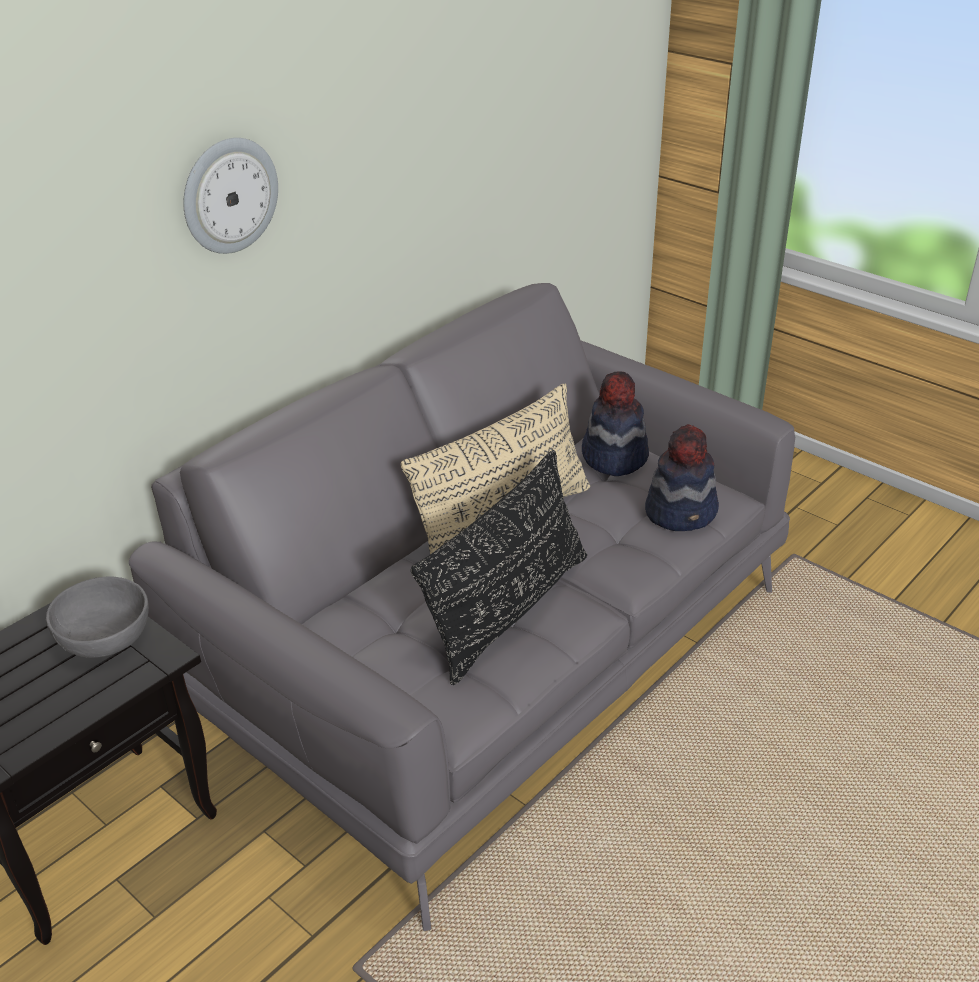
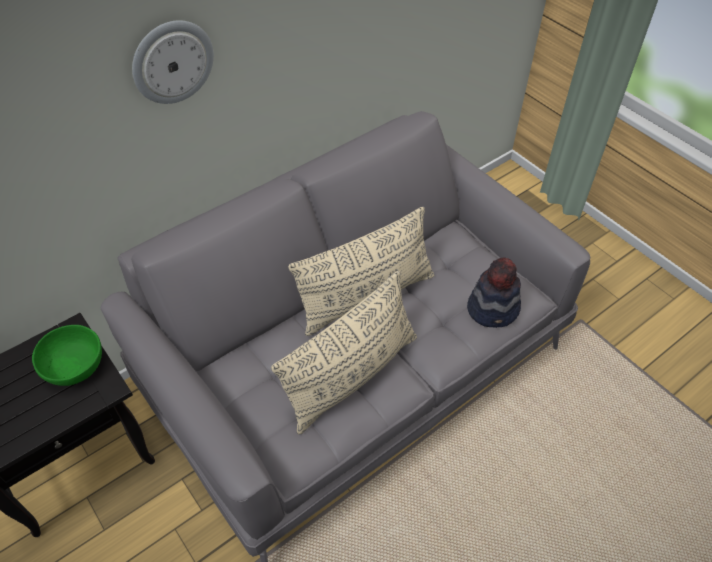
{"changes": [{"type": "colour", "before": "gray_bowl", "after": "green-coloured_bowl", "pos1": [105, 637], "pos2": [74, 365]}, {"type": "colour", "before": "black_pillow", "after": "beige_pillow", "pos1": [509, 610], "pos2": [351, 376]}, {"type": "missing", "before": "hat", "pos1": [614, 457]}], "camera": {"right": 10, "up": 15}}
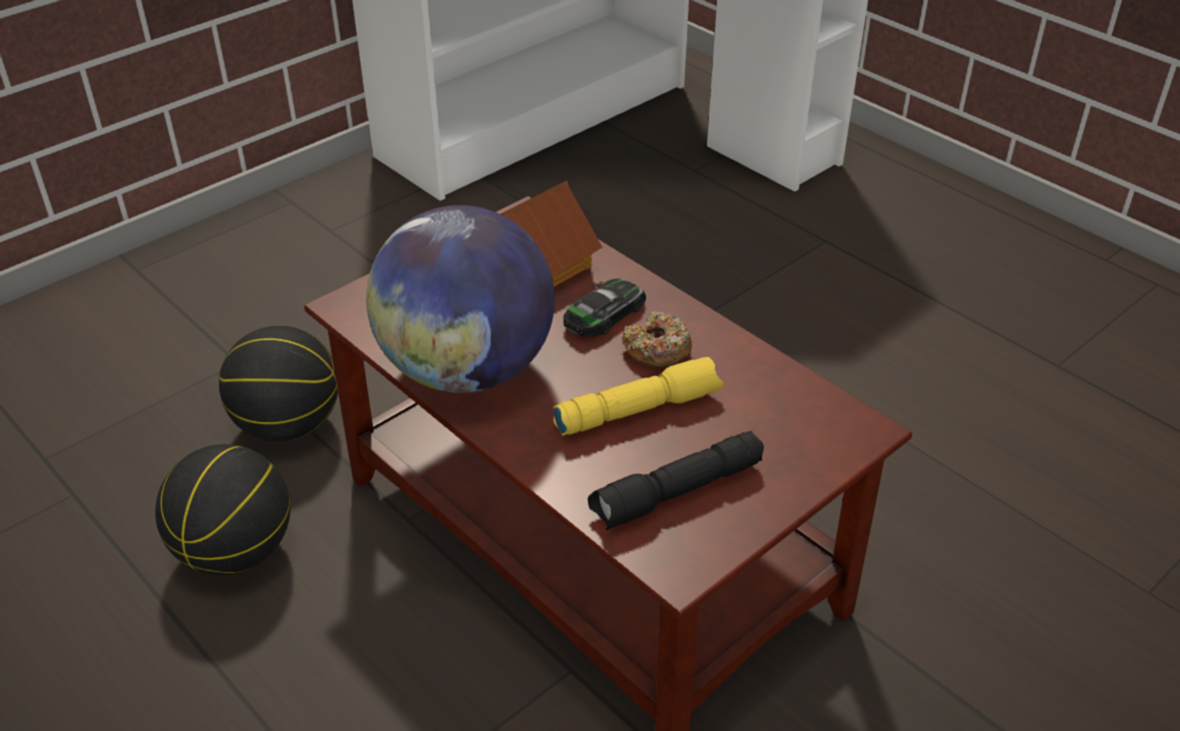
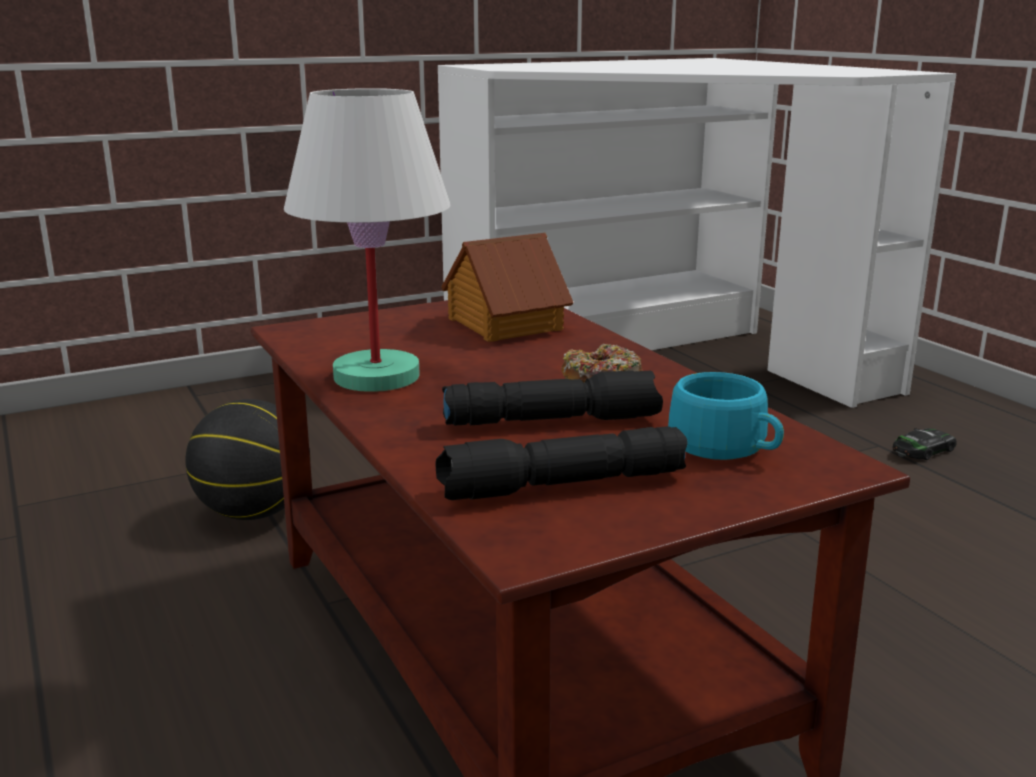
{"changes": [{"type": "exchanged", "before": "desk_globe", "after": "whitish_lamp_for_a_table", "pos1": [467, 370], "pos2": [378, 377]}, {"type": "colour", "before": "yellowish_torch", "after": "black_torch", "pos1": [638, 409], "pos2": [553, 420]}, {"type": "appeared", "after": "blue-green_cup", "pos2": [726, 448]}, {"type": "relocated", "before": "miniature_car", "pos1": [604, 314], "pos2": [923, 450]}, {"type": "missing", "before": "basketball", "pos1": [235, 552]}], "camera": {"right": 15, "up": -20}}
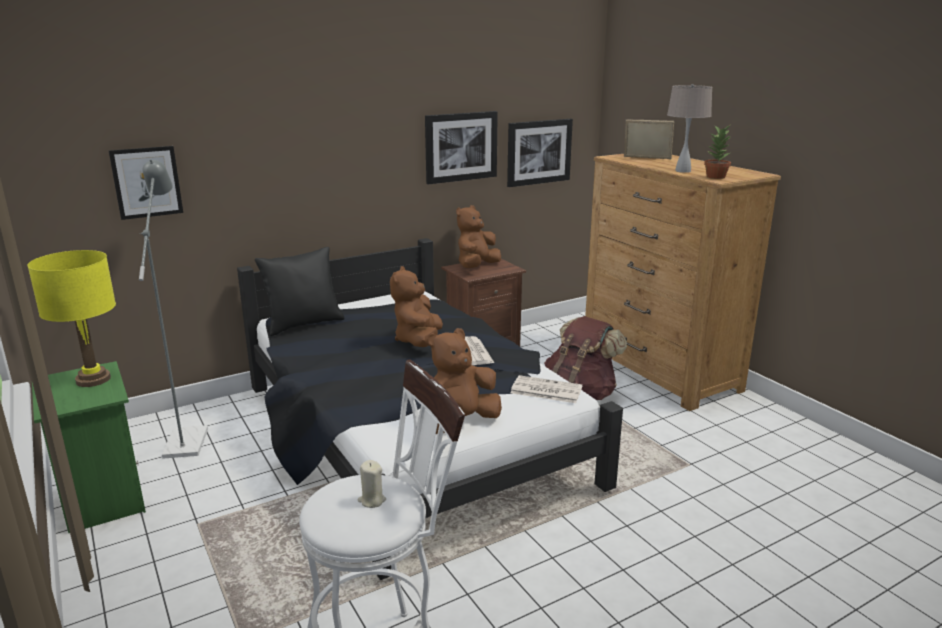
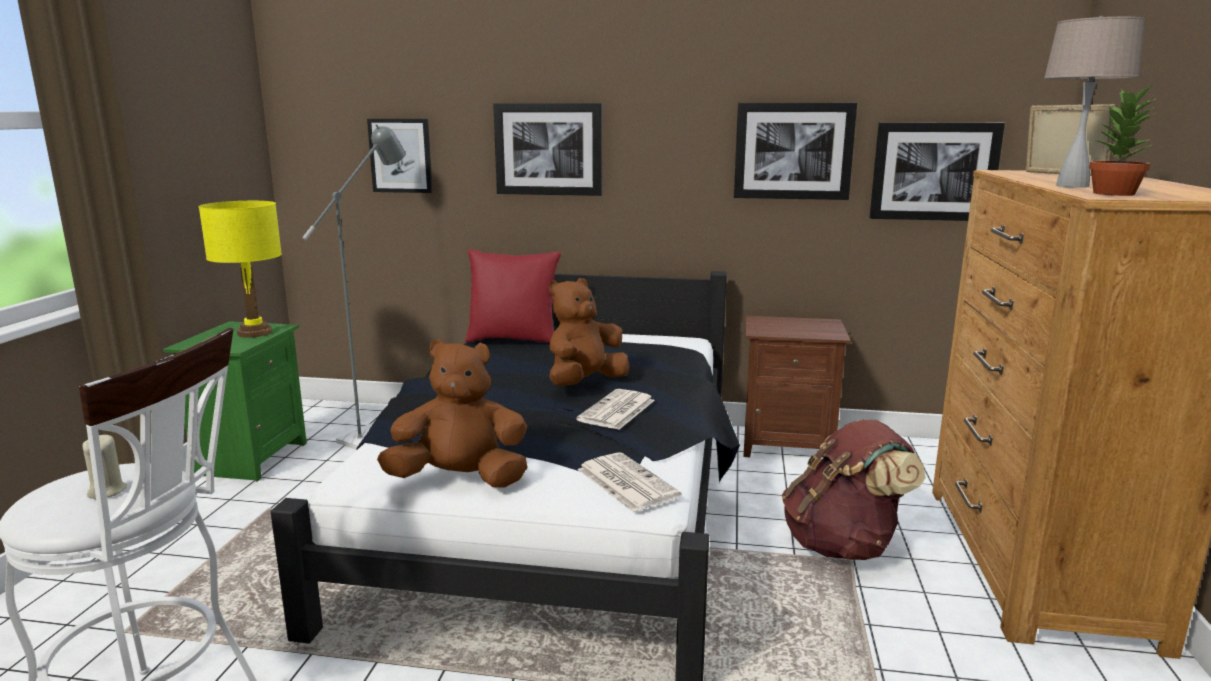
{"changes": [{"type": "colour", "before": "black_pillow", "after": "red_pillow", "pos1": [304, 324], "pos2": [513, 339]}, {"type": "appeared", "after": "wall_art", "pos2": [548, 149]}, {"type": "missing", "before": "brown_plush_toy", "pos1": [476, 267]}], "camera": {"right": 40, "up": -5}}
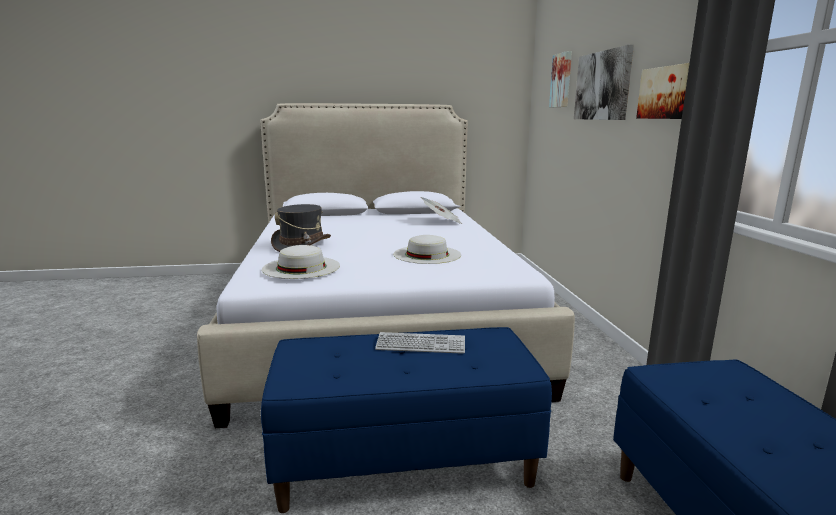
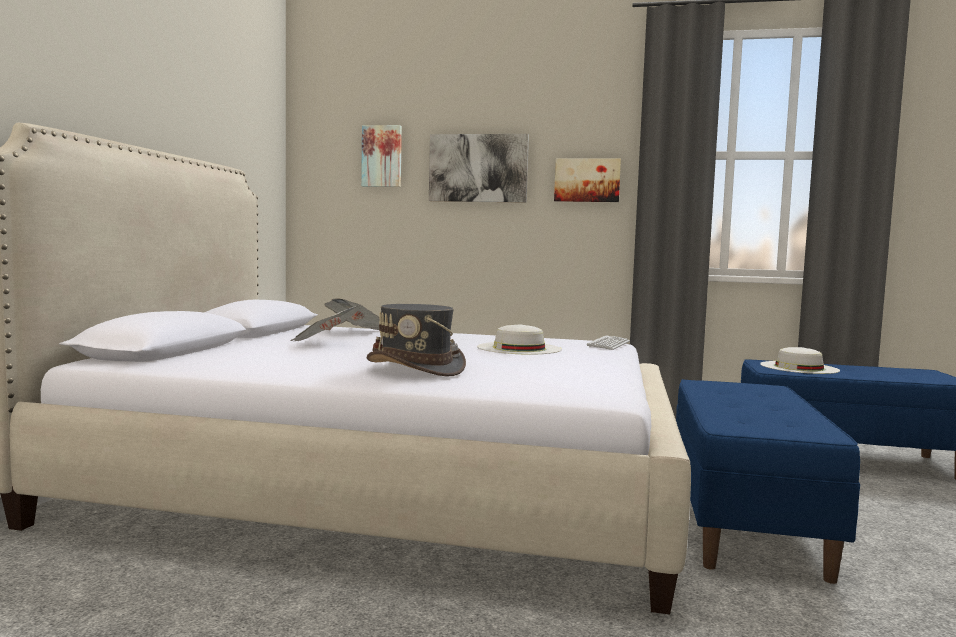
{"changes": [{"type": "appeared", "after": "printed_paper", "pos2": [325, 343]}, {"type": "relocated", "before": "PC_keyboard", "pos1": [420, 344], "pos2": [609, 344]}, {"type": "relocated", "before": "whitish_hat", "pos1": [301, 267], "pos2": [799, 367]}], "camera": {"right": -70, "up": -10}}
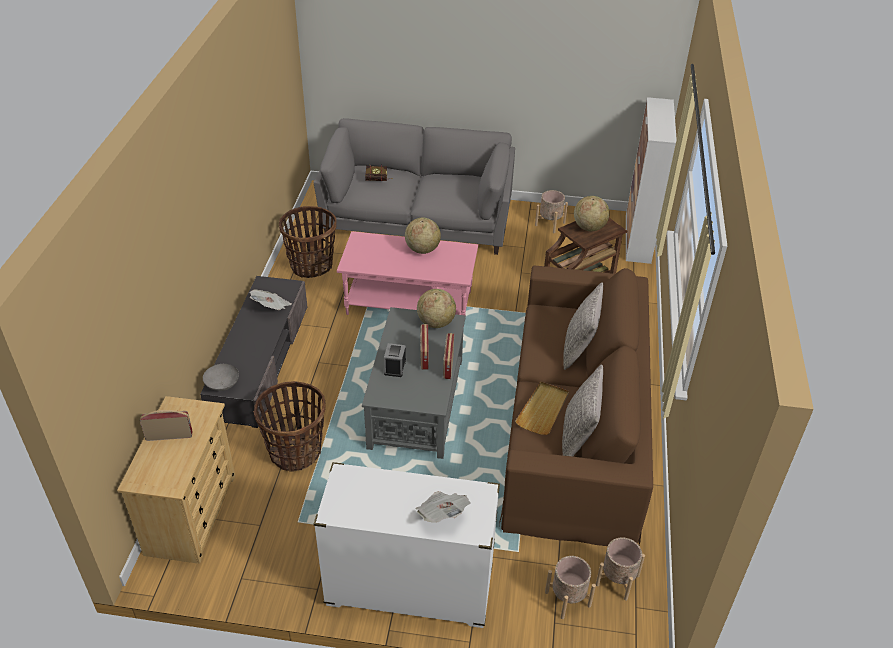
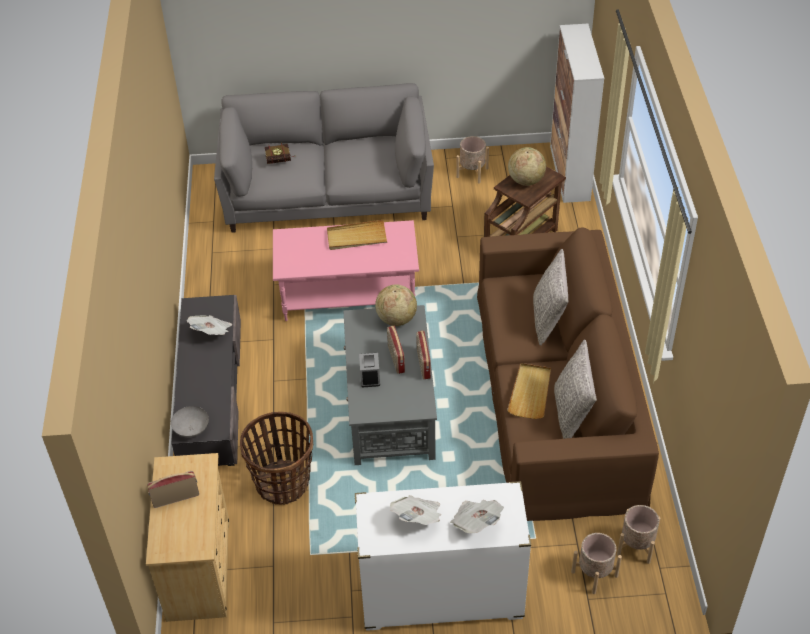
{"changes": [{"type": "exchanged", "before": "desk_globe", "after": "beige_serving_tray", "pos1": [422, 249], "pos2": [356, 237]}, {"type": "appeared", "after": "printed_paper", "pos2": [418, 517]}, {"type": "missing", "before": "household_basket", "pos1": [311, 266]}], "camera": {"right": -10, "up": 5}}
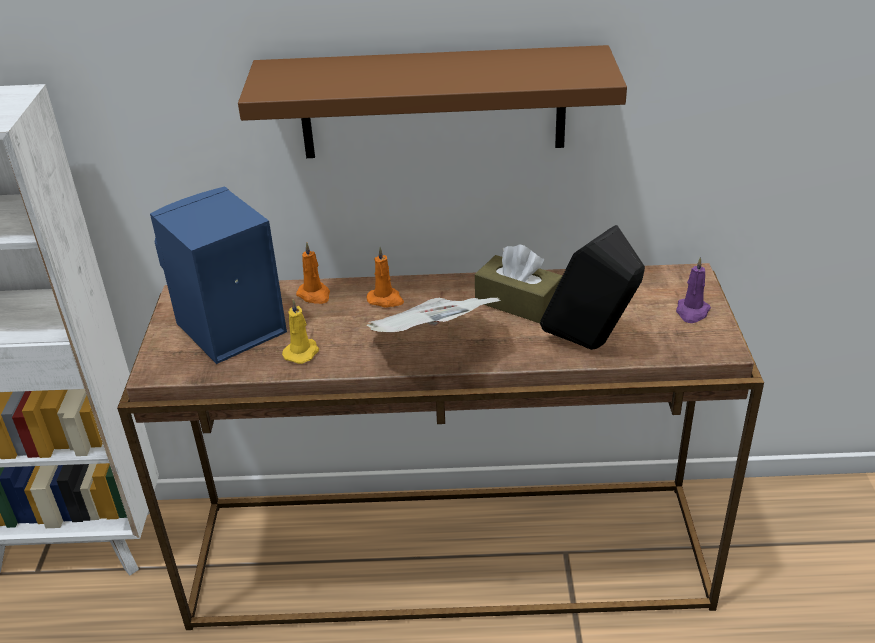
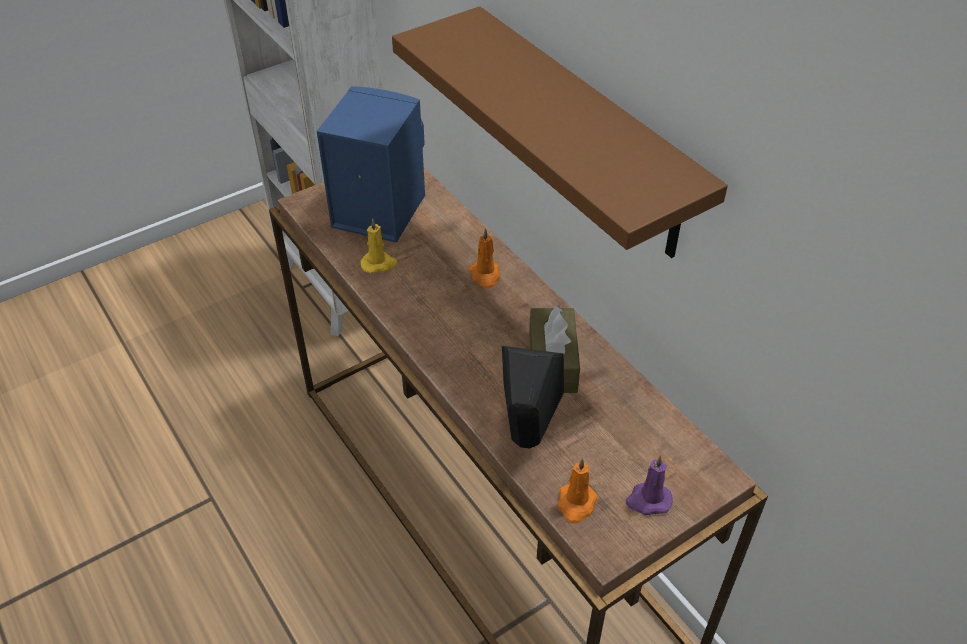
{"changes": [{"type": "relocated", "before": "orange-coloured_wax_candle", "pos1": [314, 295], "pos2": [576, 504]}, {"type": "missing", "before": "printed_paper", "pos1": [433, 342]}], "camera": {"right": 55, "up": 10}}
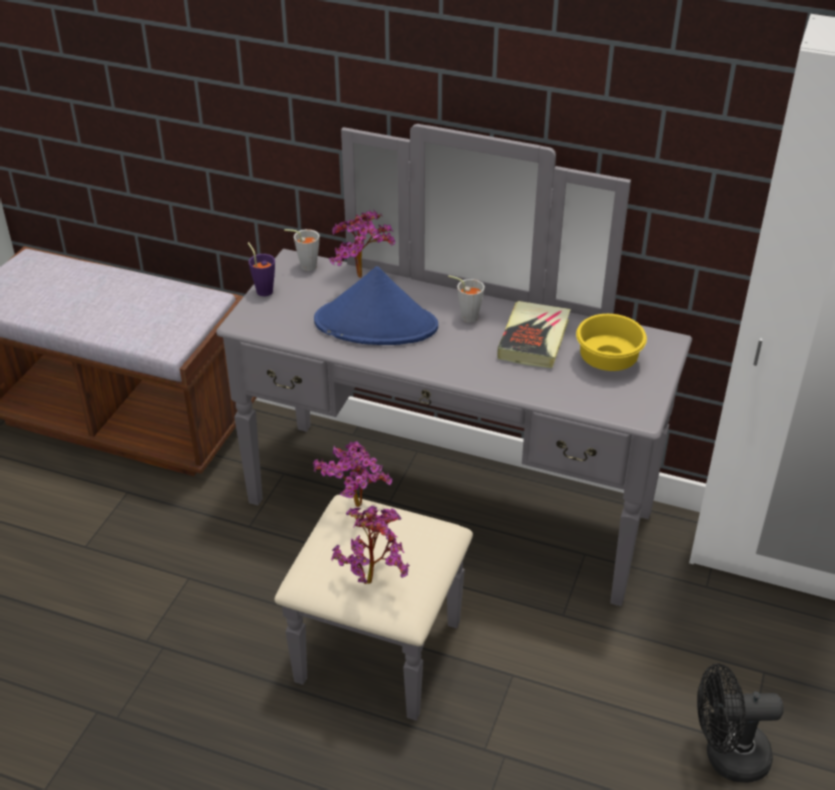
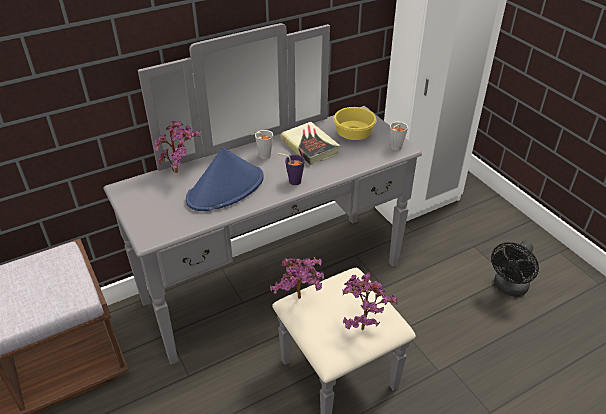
{"changes": [{"type": "relocated", "before": "purplish_cup", "pos1": [263, 289], "pos2": [292, 181]}, {"type": "relocated", "before": "gray_cup", "pos1": [304, 266], "pos2": [394, 148]}], "camera": {"right": -50, "up": 0}}
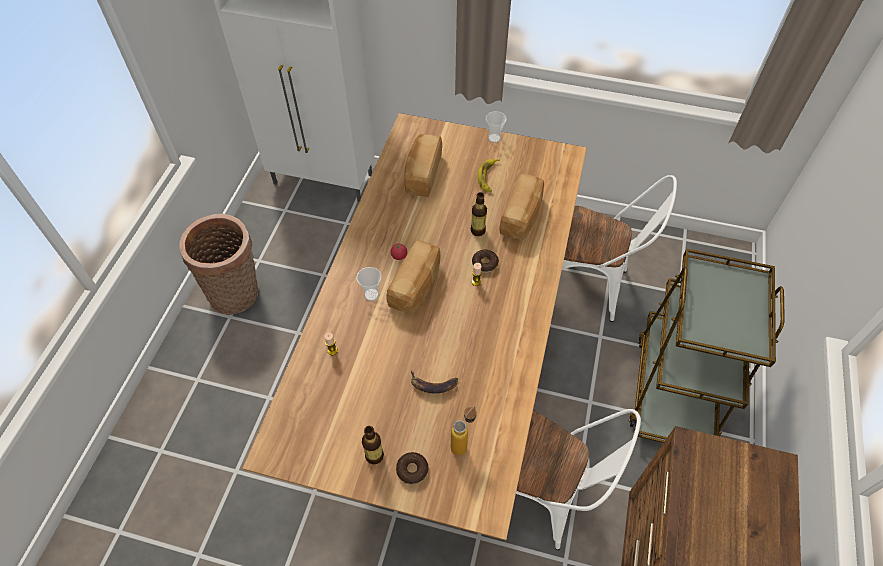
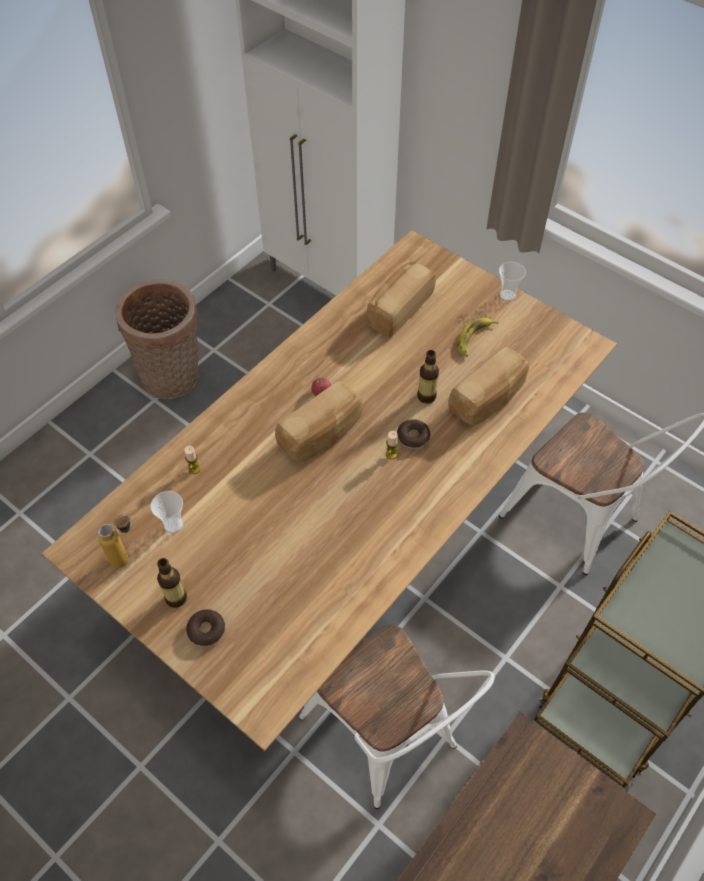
{"changes": [{"type": "relocated", "before": "drink_bottle", "pos1": [463, 442], "pos2": [127, 557]}, {"type": "relocated", "before": "cup", "pos1": [371, 294], "pos2": [173, 525]}, {"type": "missing", "before": "whole_banana", "pos1": [433, 385]}], "camera": {"right": 25, "up": 0}}
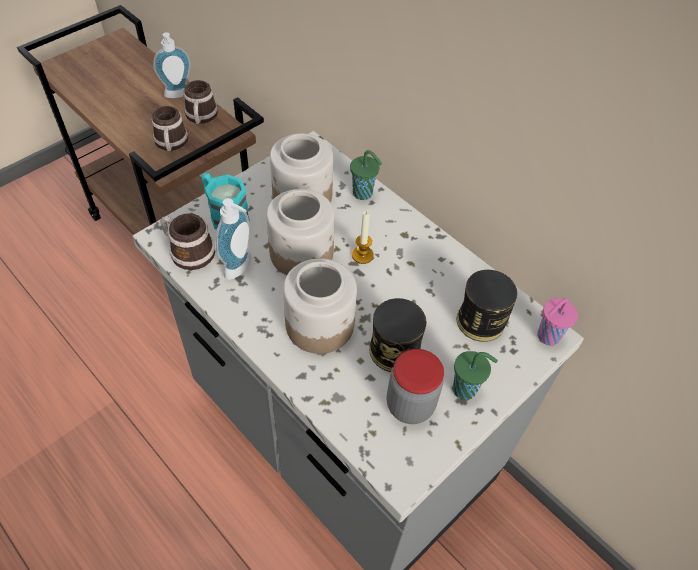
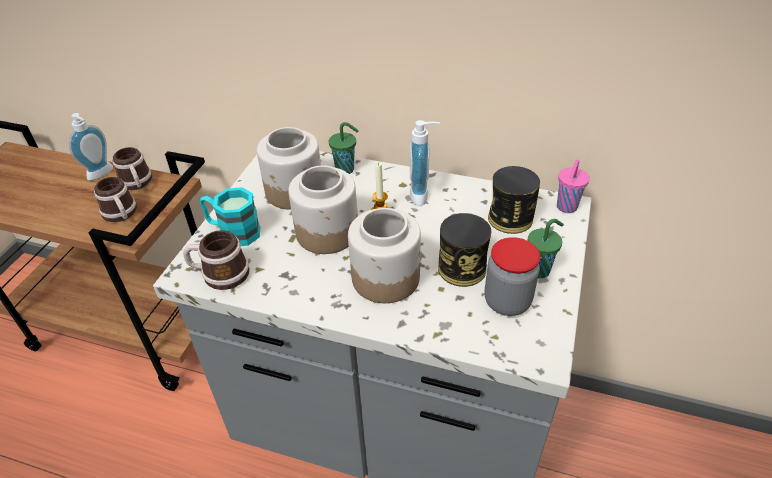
{"changes": [{"type": "relocated", "before": "liquid_soap_bottle", "pos1": [241, 268], "pos2": [423, 195]}], "camera": {"right": -25, "up": -10}}
